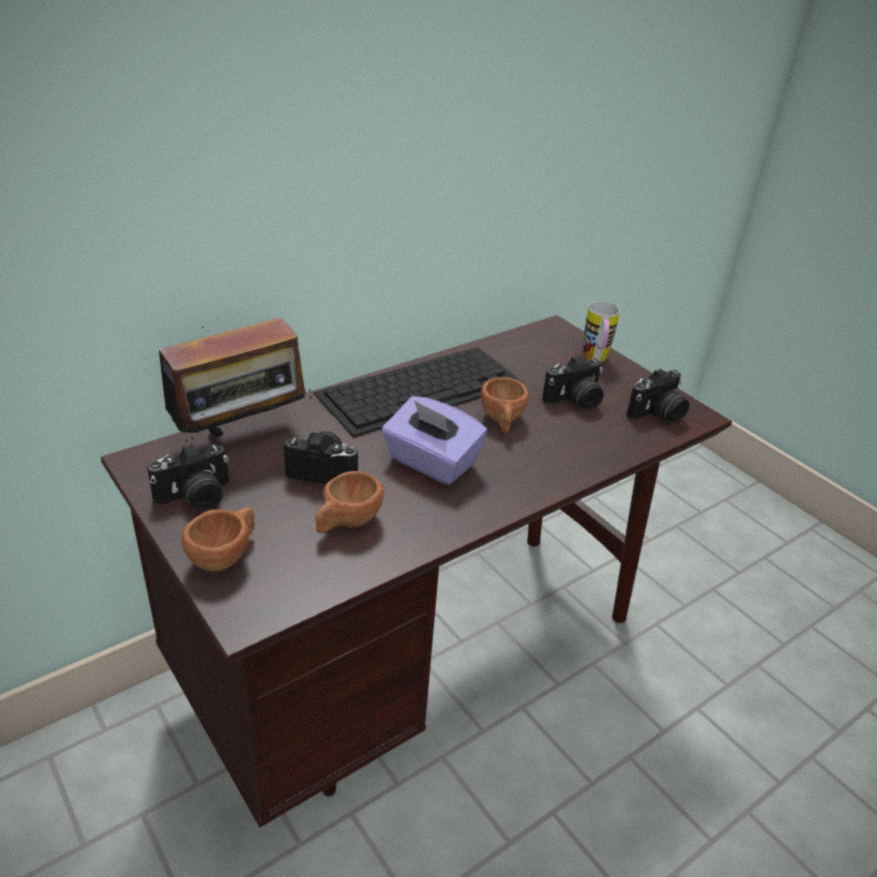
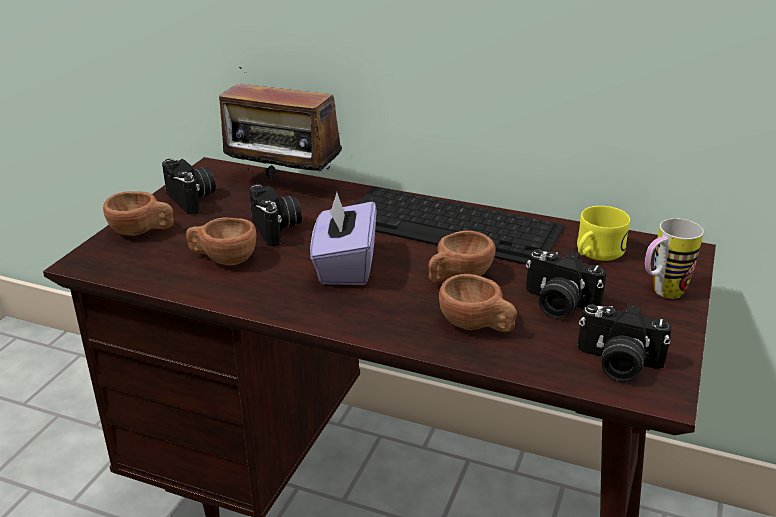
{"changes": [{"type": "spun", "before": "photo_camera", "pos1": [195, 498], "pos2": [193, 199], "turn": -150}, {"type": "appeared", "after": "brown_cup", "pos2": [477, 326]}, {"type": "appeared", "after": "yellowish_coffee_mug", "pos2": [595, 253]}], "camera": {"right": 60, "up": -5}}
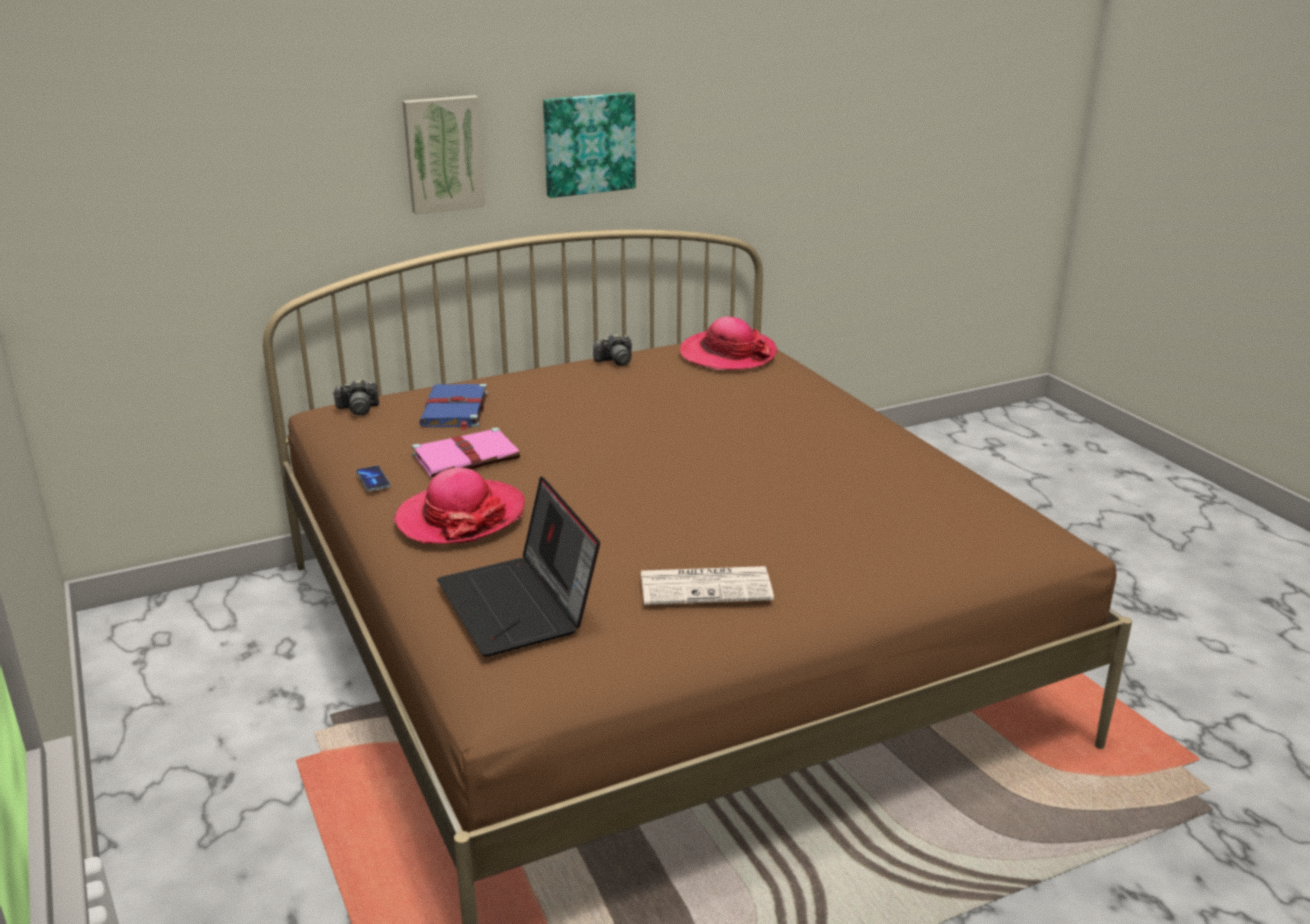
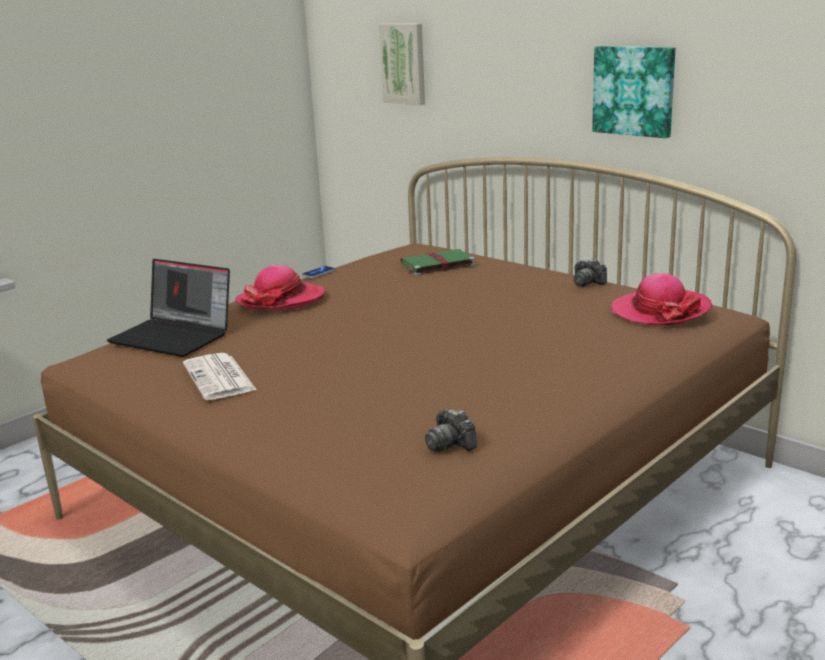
{"changes": [{"type": "spun", "before": "portable_computer", "pos1": [520, 606], "pos2": [175, 336], "turn": -105}, {"type": "relocated", "before": "wall_art", "pos1": [443, 153], "pos2": [404, 63]}, {"type": "colour", "before": "blue_book", "after": "green-coloured_book", "pos1": [454, 410], "pos2": [436, 265]}, {"type": "relocated", "before": "photo_camera", "pos1": [358, 409], "pos2": [450, 444]}, {"type": "missing", "before": "pink_book", "pos1": [468, 457]}], "camera": {"right": 70, "up": -5}}
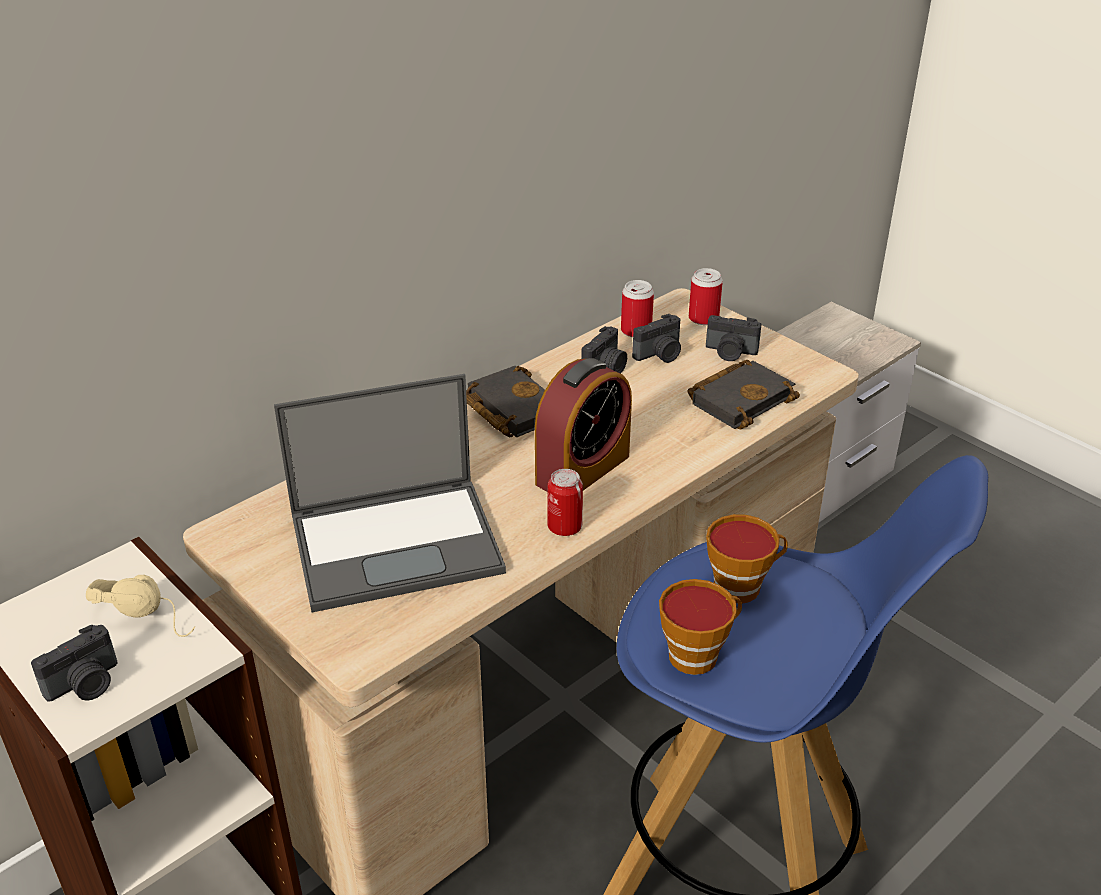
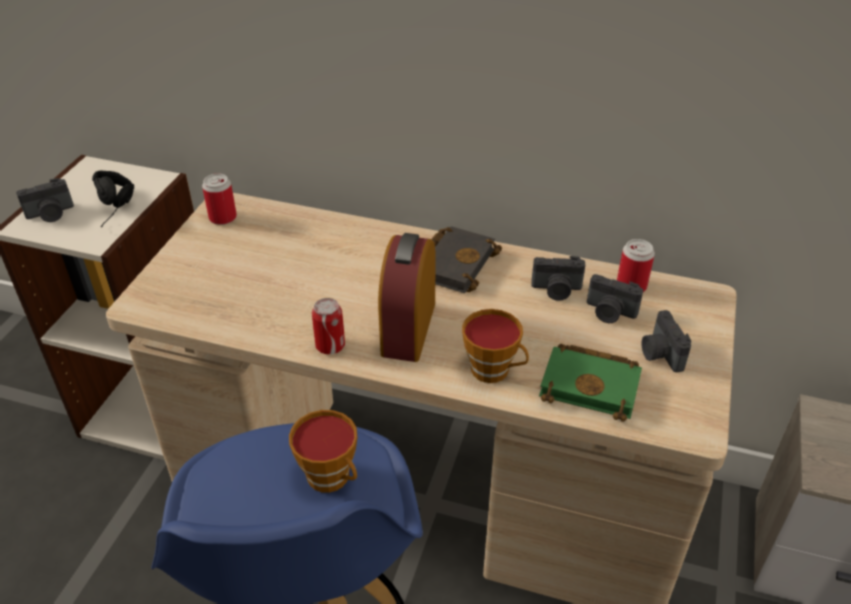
{"changes": [{"type": "spun", "before": "photo_camera", "pos1": [86, 685], "pos2": [51, 214], "turn": -45}, {"type": "colour", "before": "beige_pair_of_headphones", "after": "black_pair_of_headphones", "pos1": [152, 614], "pos2": [119, 209]}, {"type": "relocated", "before": "can", "pos1": [703, 318], "pos2": [223, 218]}, {"type": "spun", "before": "alarm_clock", "pos1": [582, 470], "pos2": [408, 328], "turn": 90}, {"type": "relocated", "before": "cup", "pos1": [698, 654], "pos2": [494, 371]}, {"type": "colour", "before": "black_book", "after": "green-coloured_book", "pos1": [741, 399], "pos2": [593, 386]}, {"type": "missing", "before": "portable_computer", "pos1": [398, 542]}], "camera": {"right": 60, "up": 5}}
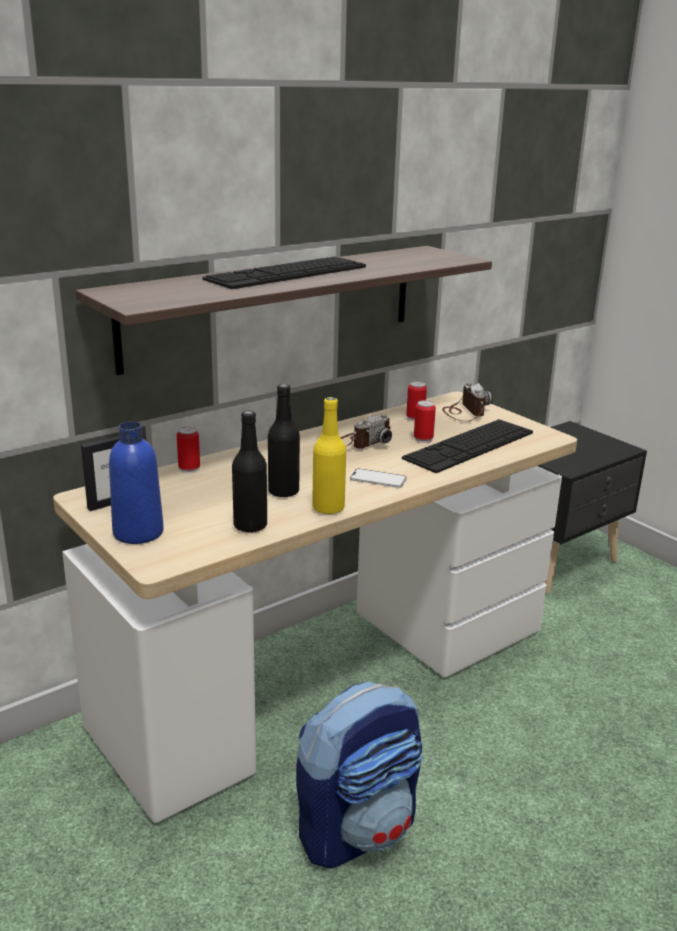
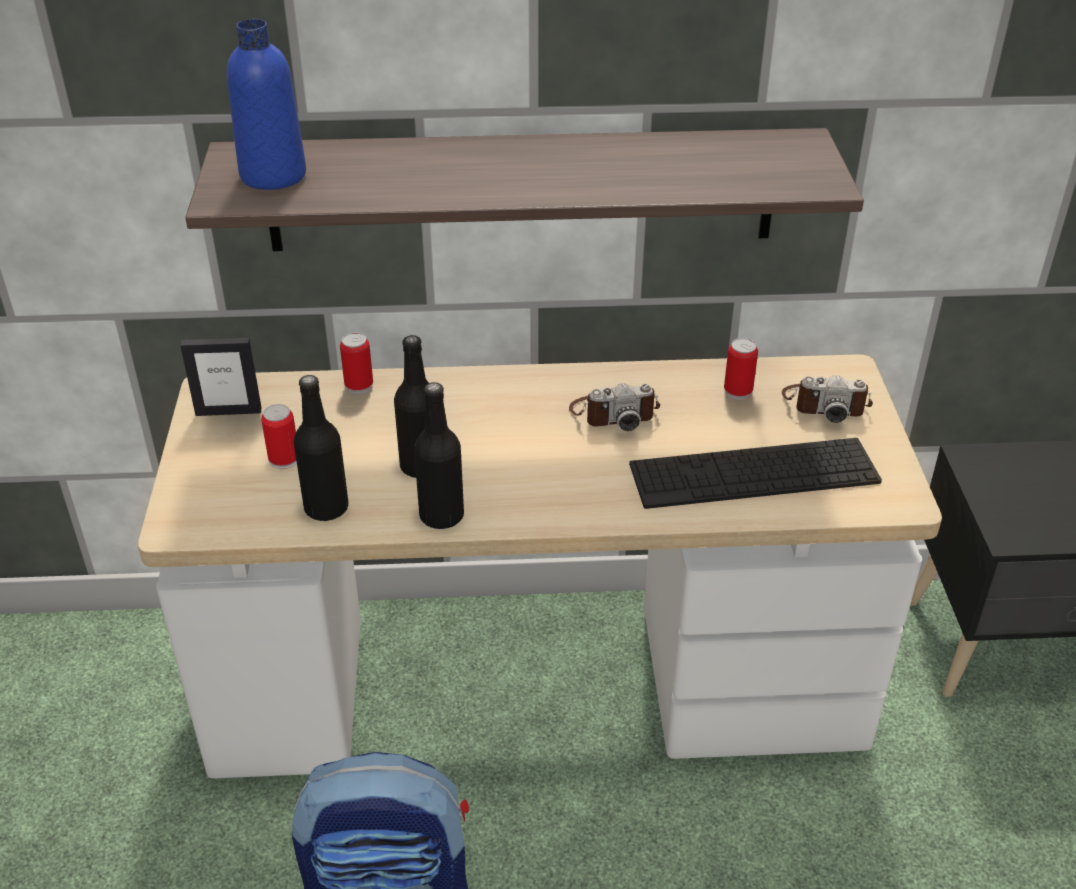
{"changes": [{"type": "relocated", "before": "blue_drink_bottle", "pos1": [138, 533], "pos2": [273, 175]}, {"type": "relocated", "before": "can", "pos1": [423, 439], "pos2": [284, 459]}, {"type": "colour", "before": "yellowish_drink_bottle", "after": "black_drink_bottle", "pos1": [328, 508], "pos2": [441, 516]}, {"type": "spun", "before": "photo_camera", "pos1": [464, 412], "pos2": [825, 404], "turn": 75}, {"type": "missing", "before": "PC_keyboard", "pos1": [287, 273]}, {"type": "missing", "before": "phone", "pos1": [378, 479]}], "camera": {"right": 35, "up": 15}}
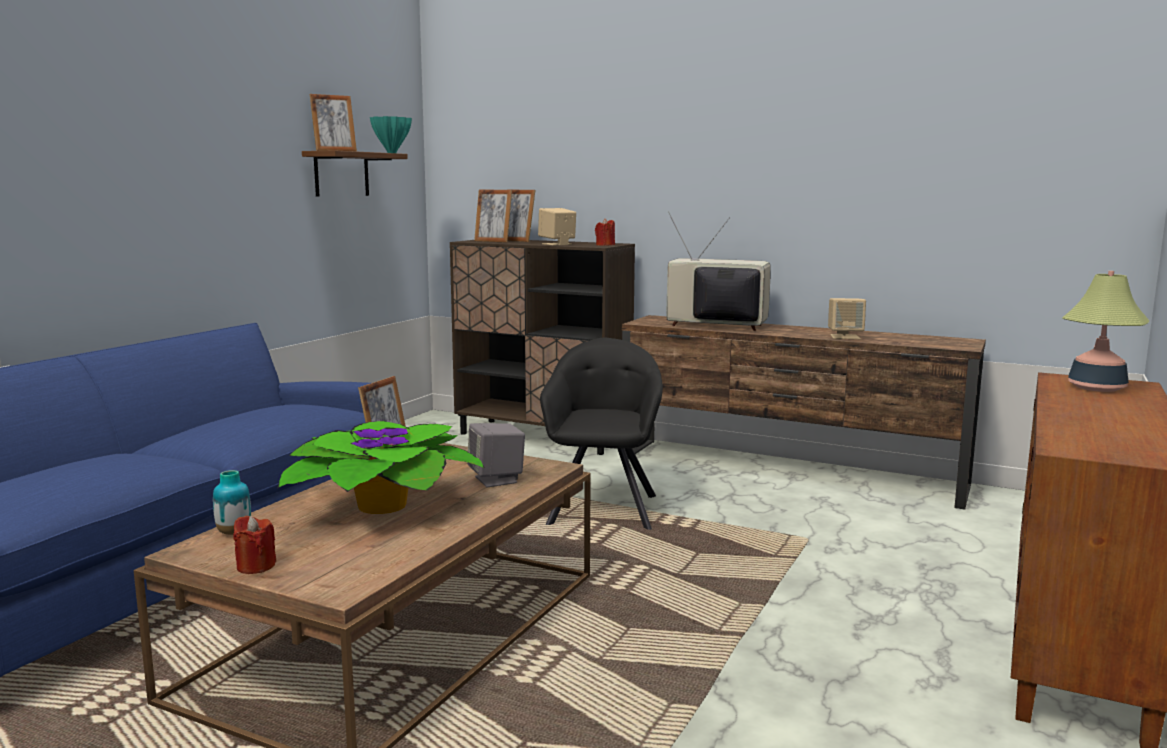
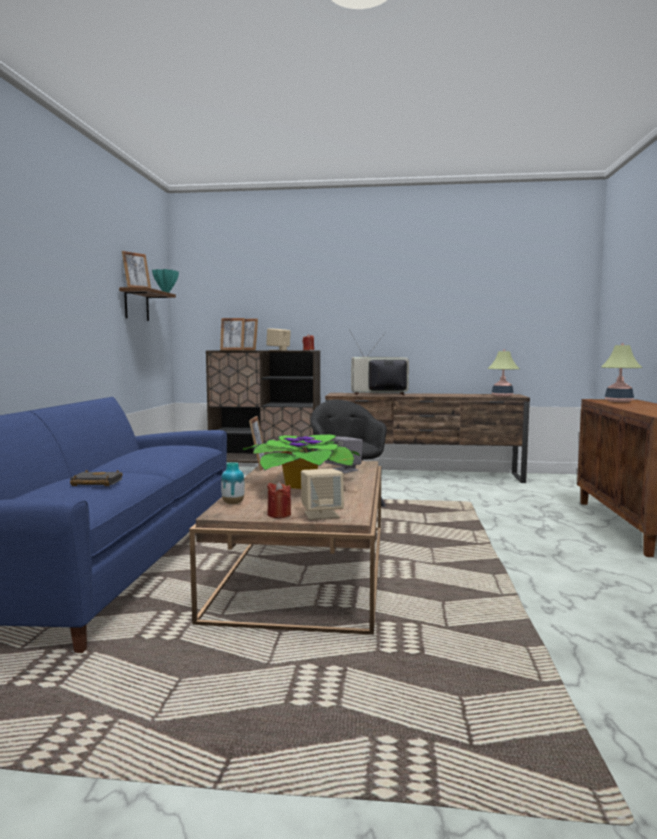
{"changes": [{"type": "appeared", "after": "black_book", "pos2": [95, 483]}, {"type": "relocated", "before": "beige_audio_speaker", "pos1": [845, 337], "pos2": [321, 514]}, {"type": "appeared", "after": "lamp_for_a_table", "pos2": [502, 396]}], "camera": {"right": -20, "up": -5}}
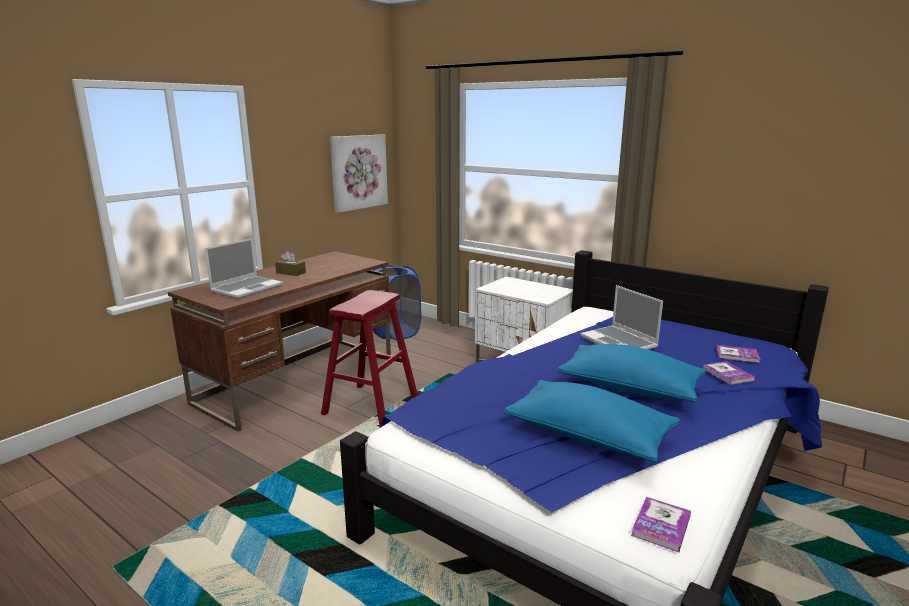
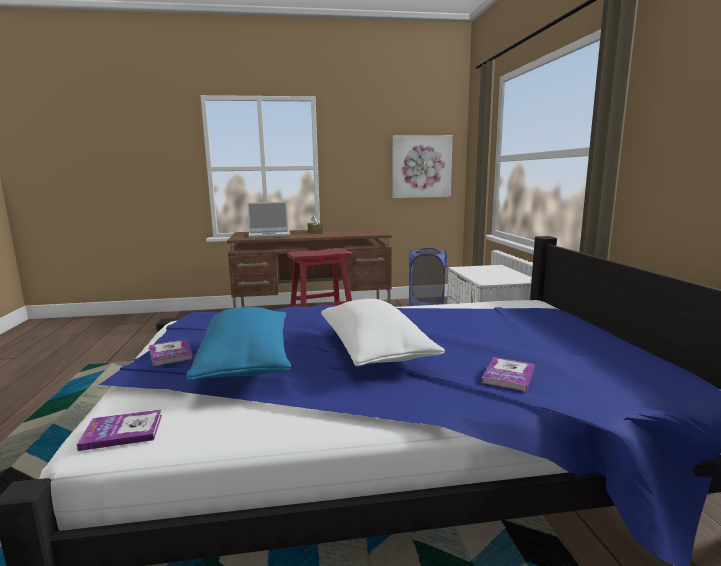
{"changes": [{"type": "relocated", "before": "book", "pos1": [737, 355], "pos2": [170, 354]}, {"type": "colour", "before": "blue_pillow", "after": "whitish_pillow", "pos1": [629, 388], "pos2": [375, 351]}, {"type": "missing", "before": "portable_computer", "pos1": [620, 342]}], "camera": {"right": 45, "up": -5}}
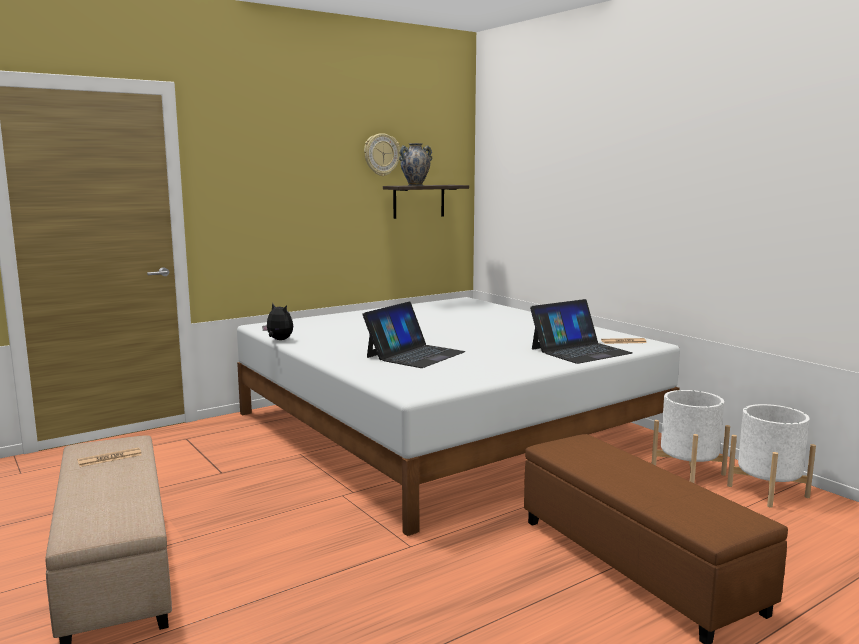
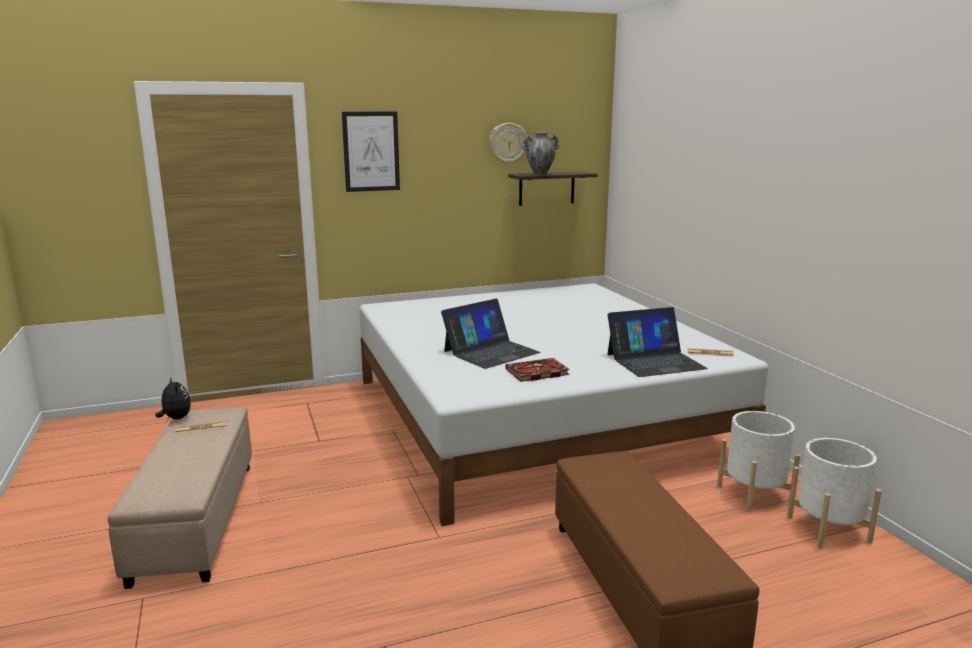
{"changes": [{"type": "relocated", "before": "plush_toy", "pos1": [278, 340], "pos2": [175, 418]}, {"type": "appeared", "after": "wall_art", "pos2": [371, 151]}, {"type": "appeared", "after": "book", "pos2": [536, 373]}], "camera": {"right": 15, "up": 5}}
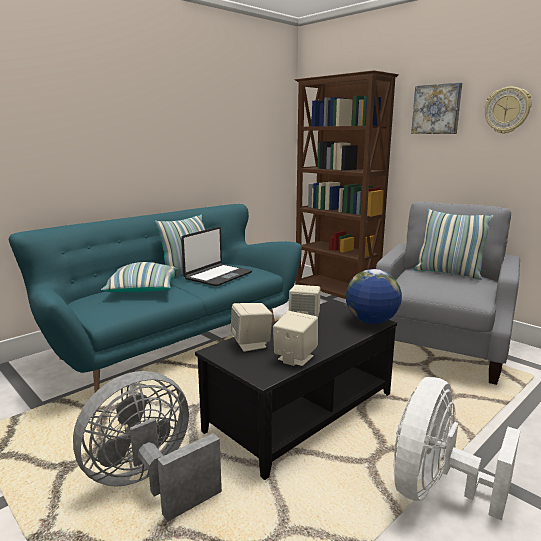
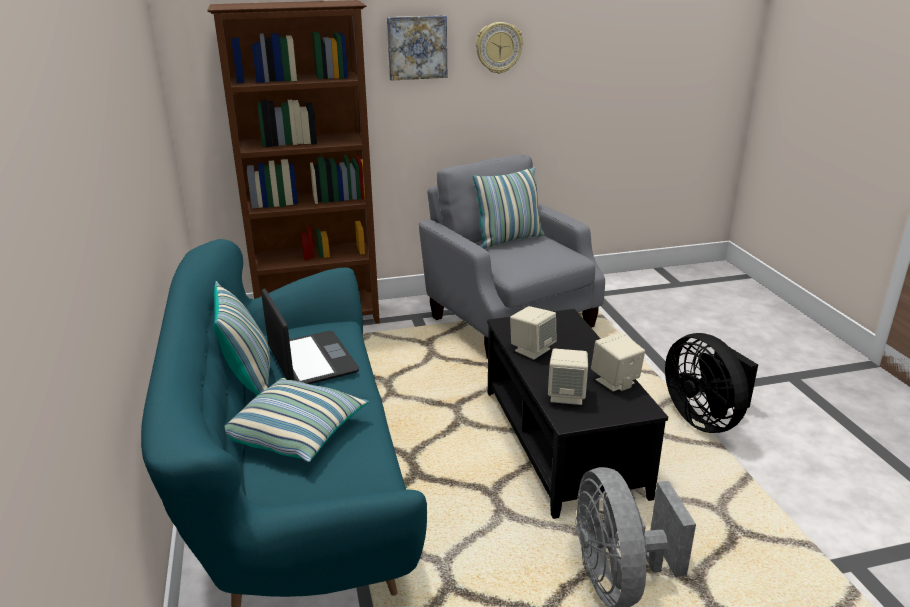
{"changes": [{"type": "colour", "before": "whitish_fan", "after": "black_fan", "pos1": [436, 490], "pos2": [705, 419]}, {"type": "missing", "before": "desk_globe", "pos1": [371, 321]}], "camera": {"right": -60, "up": 10}}
